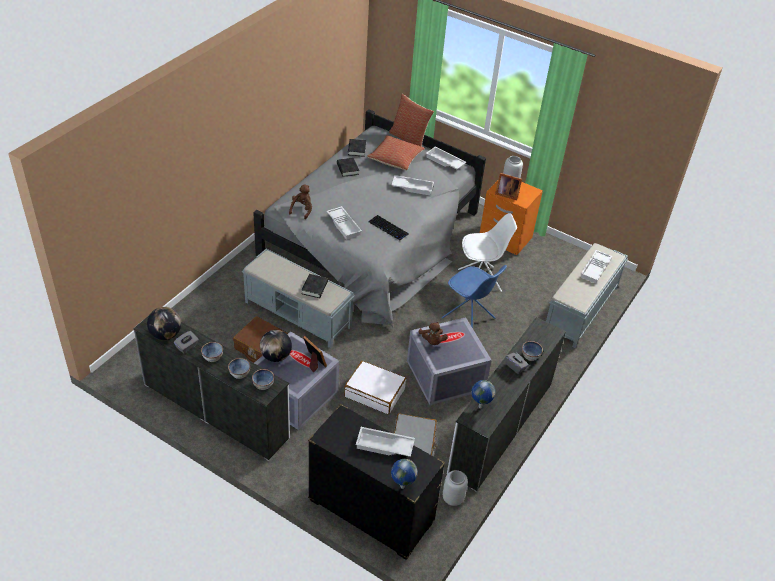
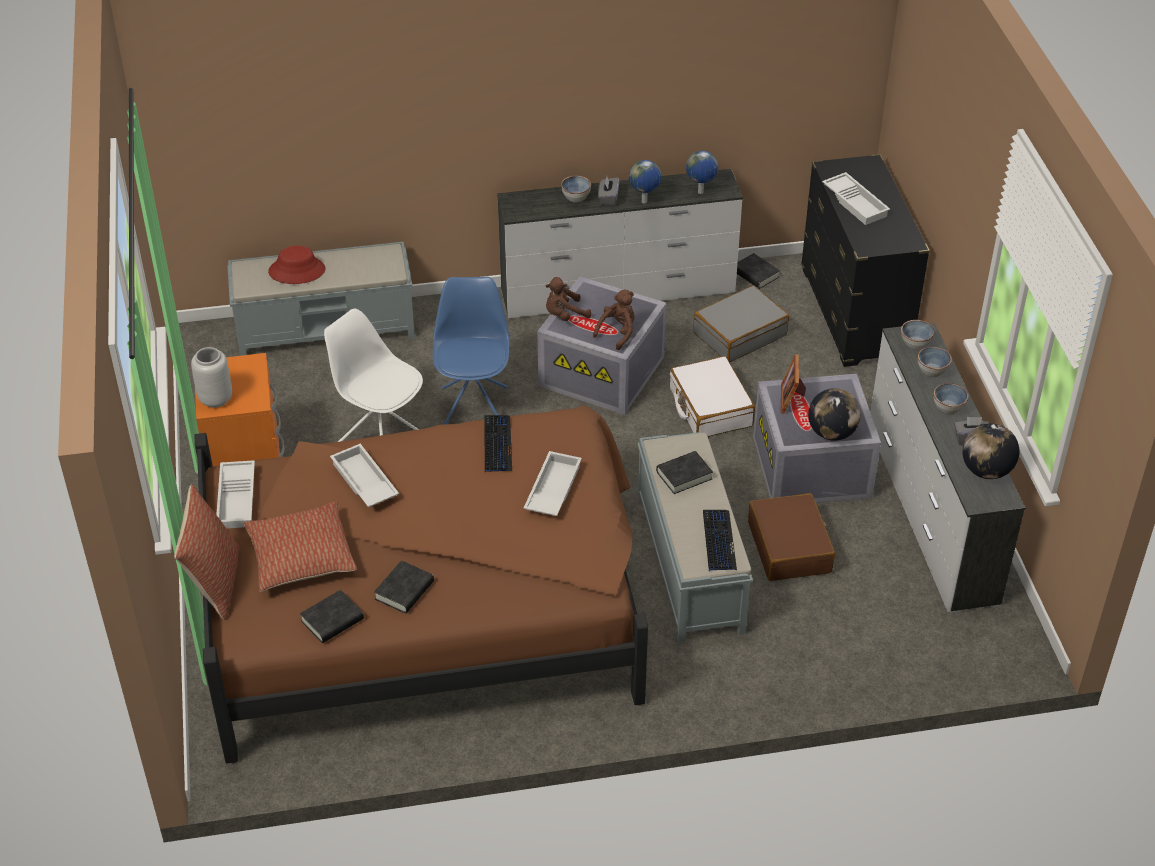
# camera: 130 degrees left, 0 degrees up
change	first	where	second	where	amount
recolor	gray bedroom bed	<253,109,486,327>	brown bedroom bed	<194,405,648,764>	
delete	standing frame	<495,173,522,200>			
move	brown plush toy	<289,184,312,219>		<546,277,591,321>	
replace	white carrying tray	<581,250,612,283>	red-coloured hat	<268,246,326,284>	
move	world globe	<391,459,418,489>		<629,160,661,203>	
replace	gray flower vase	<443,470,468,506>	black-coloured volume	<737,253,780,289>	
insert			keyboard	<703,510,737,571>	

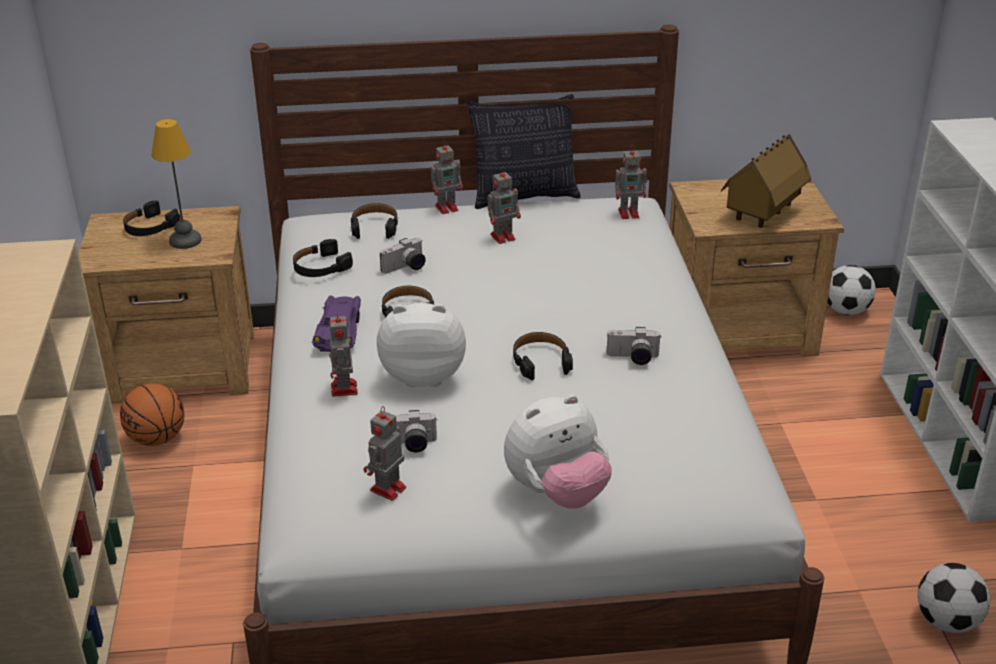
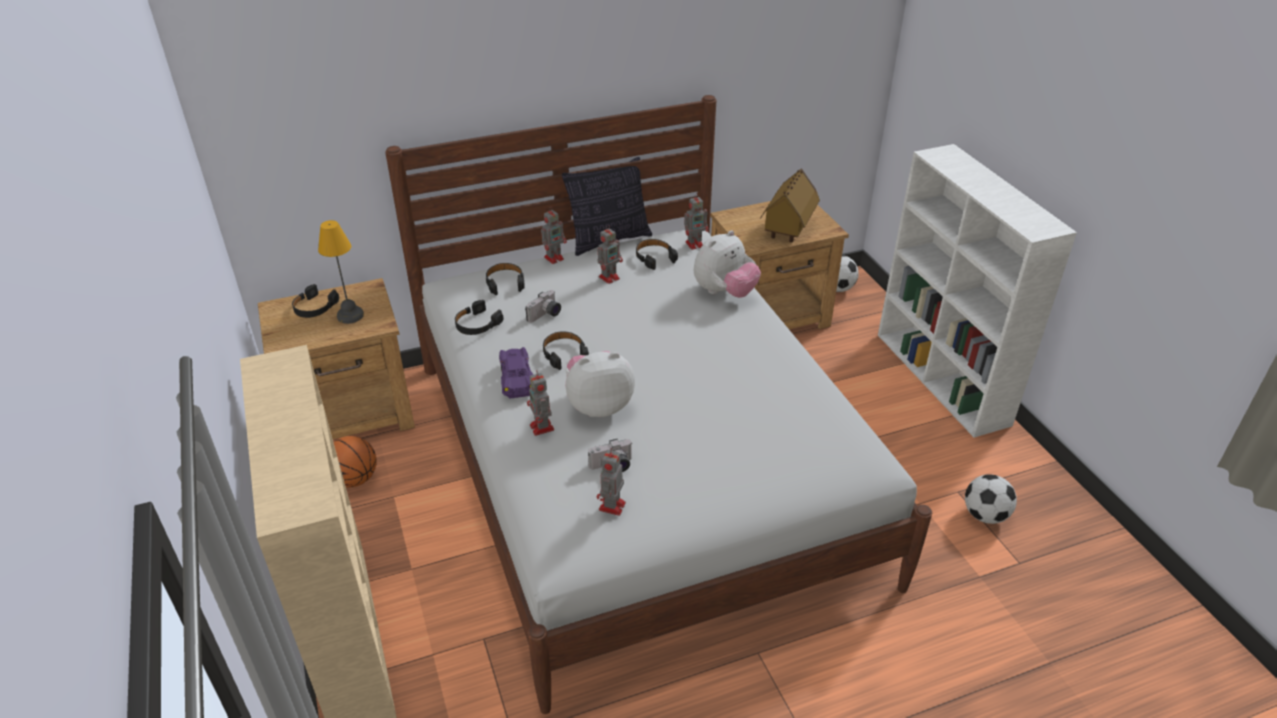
# camera: 15 degrees left, 5 degrees up
change	first	where	second	where	amount
delete	photo camera	<606,327,662,365>			
move	black-coloured headphones	<513,332,573,380>		<636,239,678,270>	
move	plush toy	<504,395,612,509>		<694,230,761,298>	

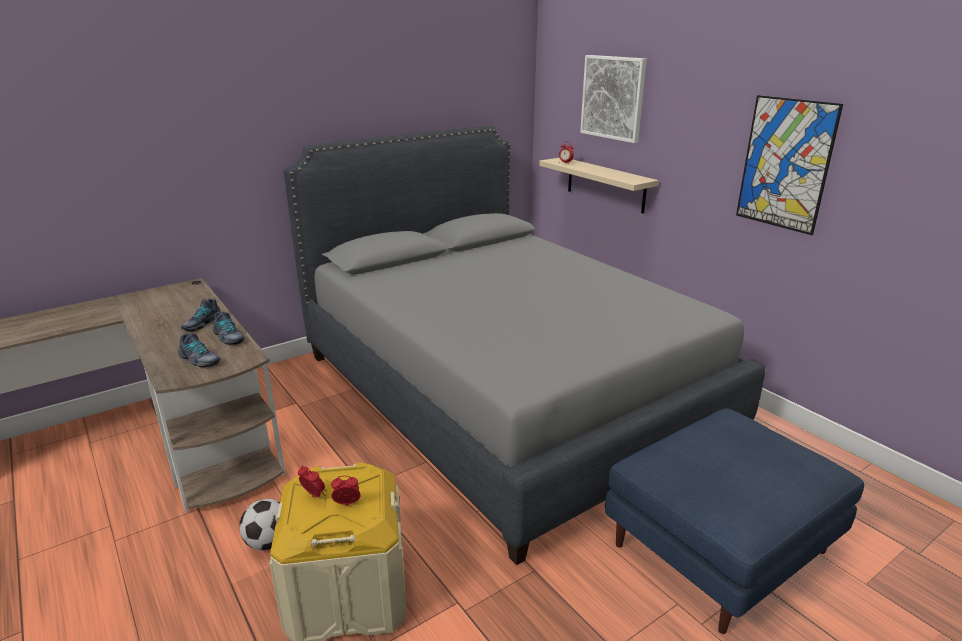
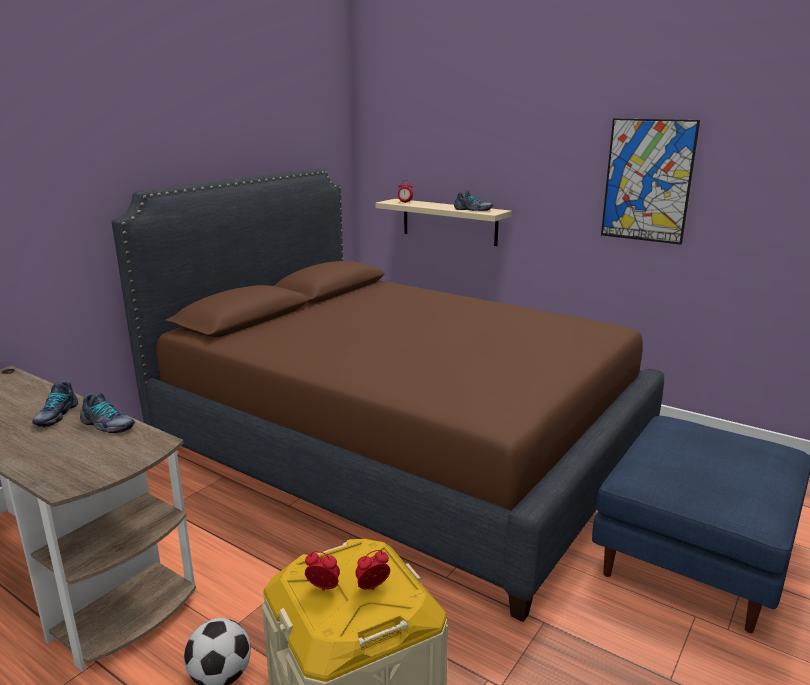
# camera: 20 degrees left, 5 degrees down
change	first	where	second	where	amount
delete	wall art	<580,55,647,143>			
recolor	gray bedroom bed	<284,126,765,565>	brown bedroom bed	<112,168,664,622>	
move	shoe	<178,333,221,368>		<454,190,493,211>	

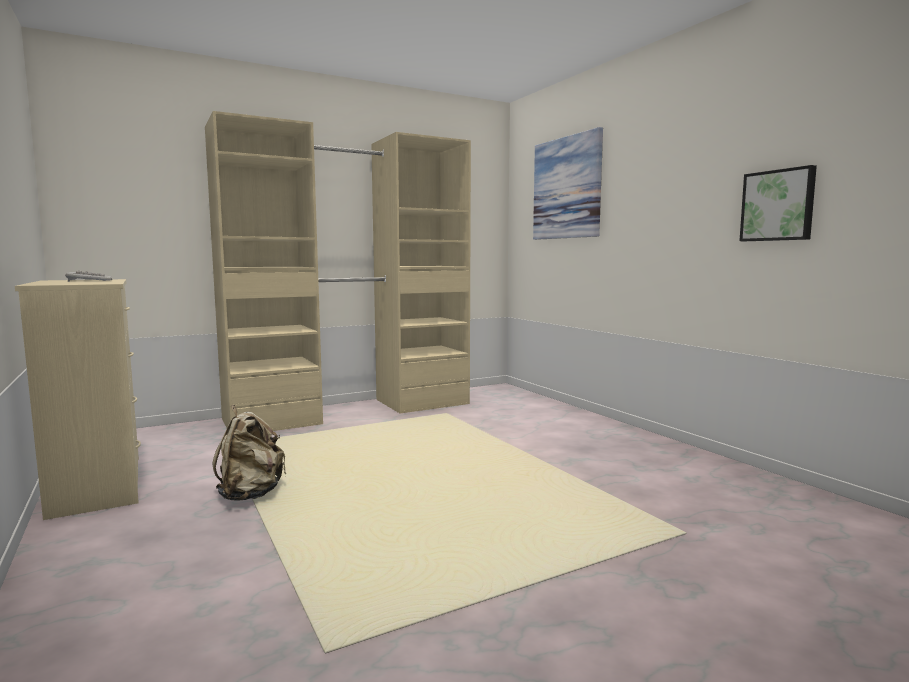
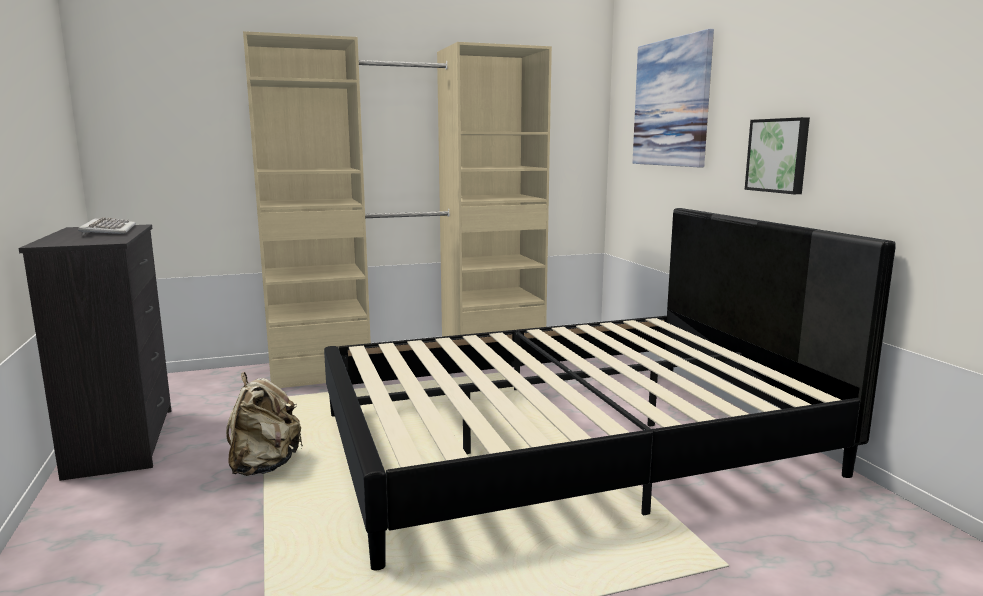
# camera: 10 degrees right, 5 degrees up
change	first	where	second	where	amount
move	wall art	<739,165,817,241>		<745,117,810,194>	
recolor	beige drawer chest	<15,279,141,520>	black-coloured drawer chest	<19,224,171,481>	
insert			black-coloured bedroom bed	<324,208,896,570>	

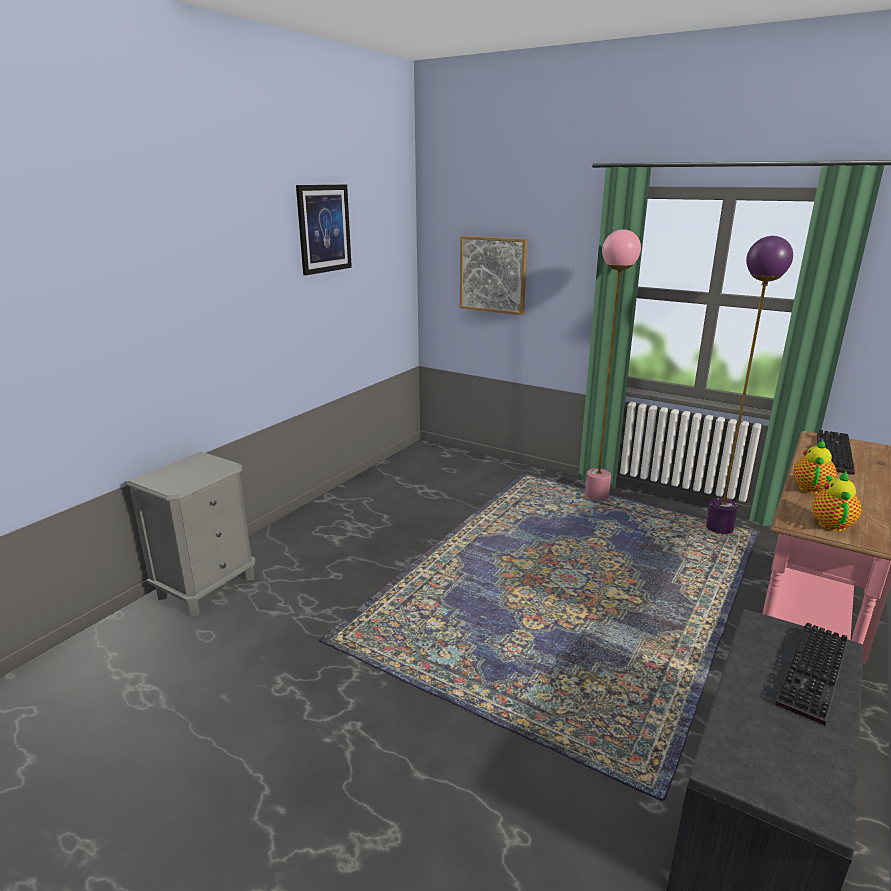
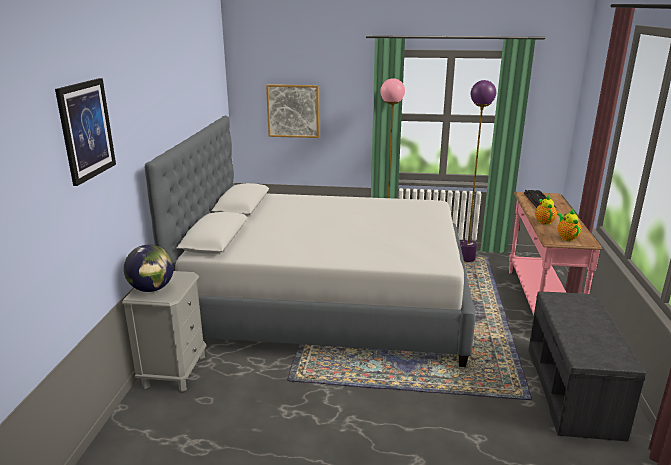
# camera: 25 degrees left, 0 degrees up
change	first	where	second	where	amount
move	wall art	<296,185,352,275>		<55,78,116,186>	
delete	keyboard	<775,623,848,725>			
insert			gray bedroom bed	<145,116,475,367>	
insert			world globe	<124,244,174,292>	

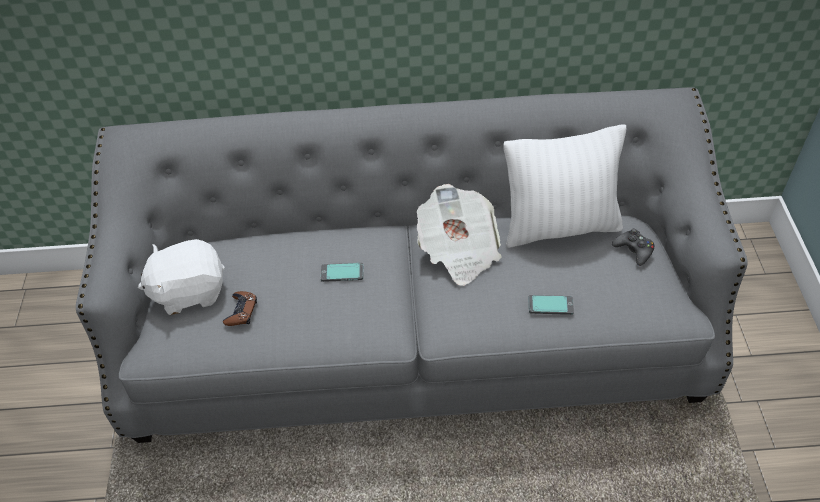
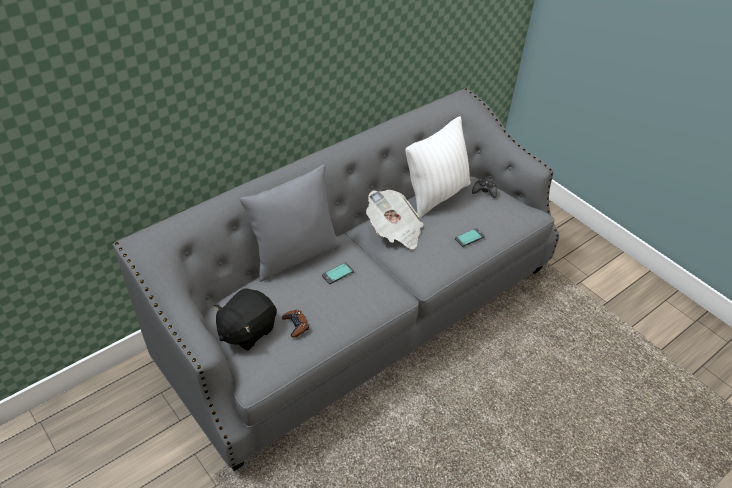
# camera: 40 degrees left, 5 degrees down
change	first	where	second	where	amount
recolor	white plush toy	<138,239,225,315>	black-coloured plush toy	<214,288,277,351>	
insert			gray cushion	<240,165,341,282>	

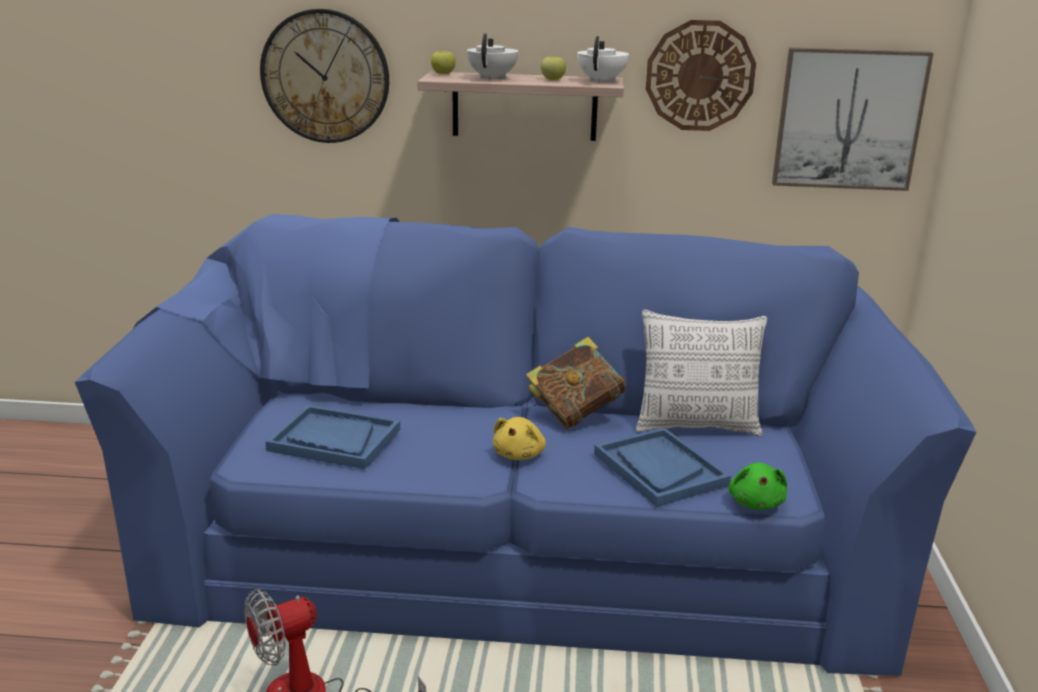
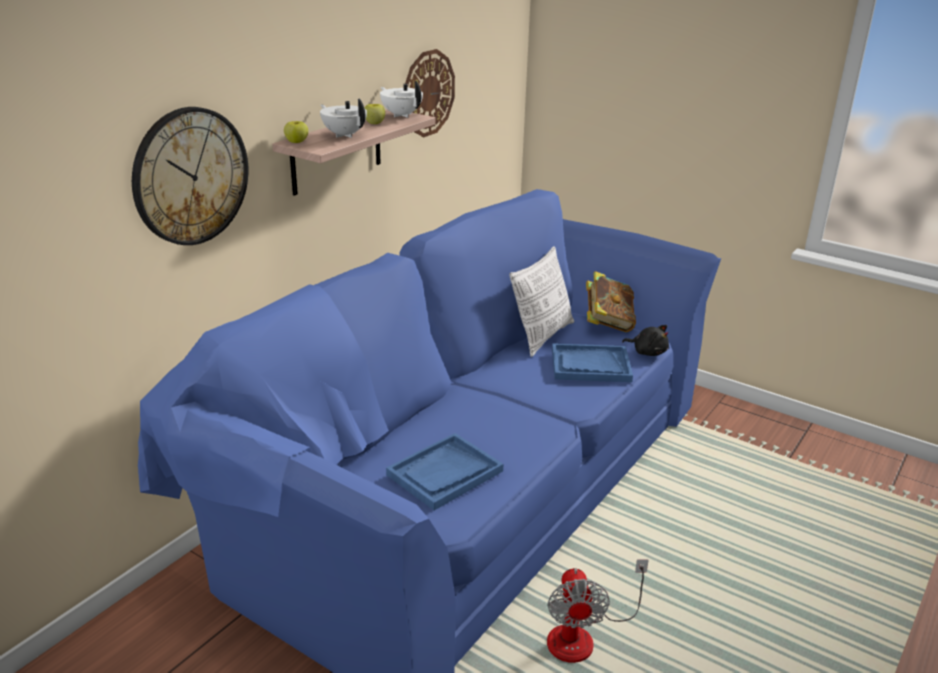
# camera: 60 degrees left, 5 degrees up
change	first	where	second	where	amount
delete	wall art	<772,47,934,191>			
move	volume	<526,337,627,429>		<586,271,636,332>	
delete	yellow-coloured plush toy	<493,417,546,460>			
recolor	green plush toy	<729,462,787,510>	black-coloured plush toy	<622,325,669,356>	

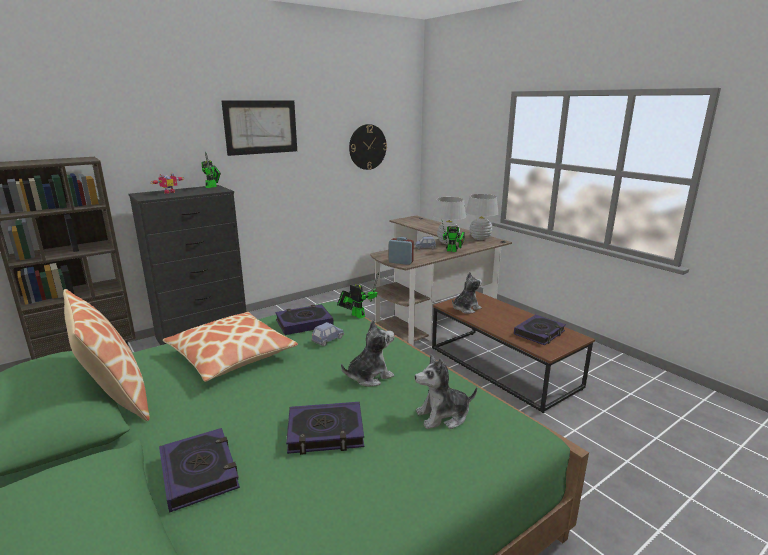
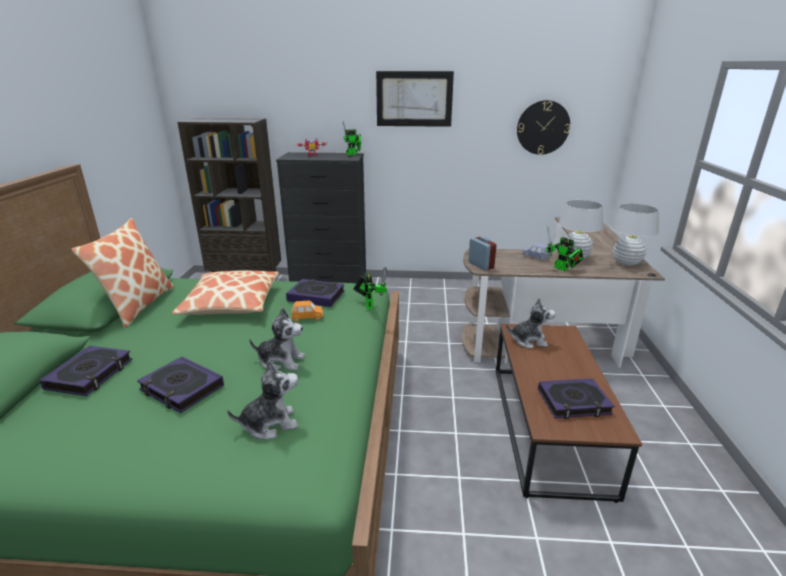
# camera: 40 degrees right, 5 degrees up
change	first	where	second	where	amount
recolor	bluish model car	<311,322,344,347>	orange model car	<291,301,323,322>	
rotate	plush toy	<415,355,477,429>		<227,360,299,439>	135 degrees clockwise

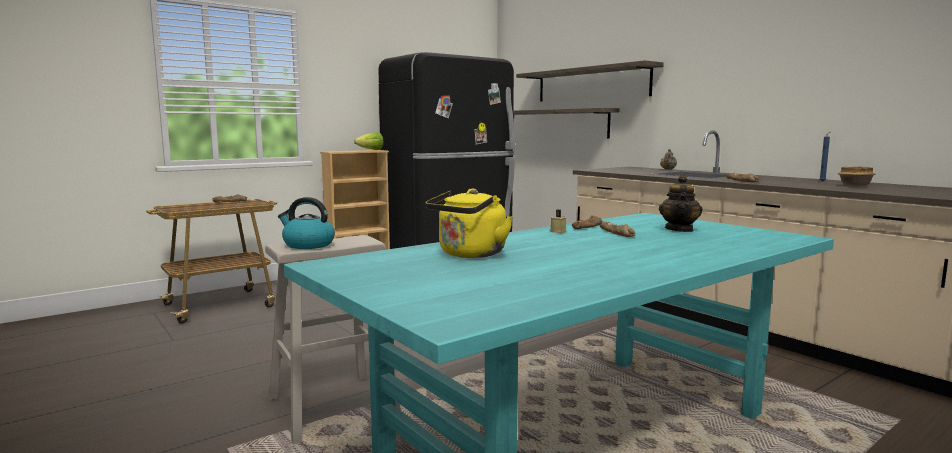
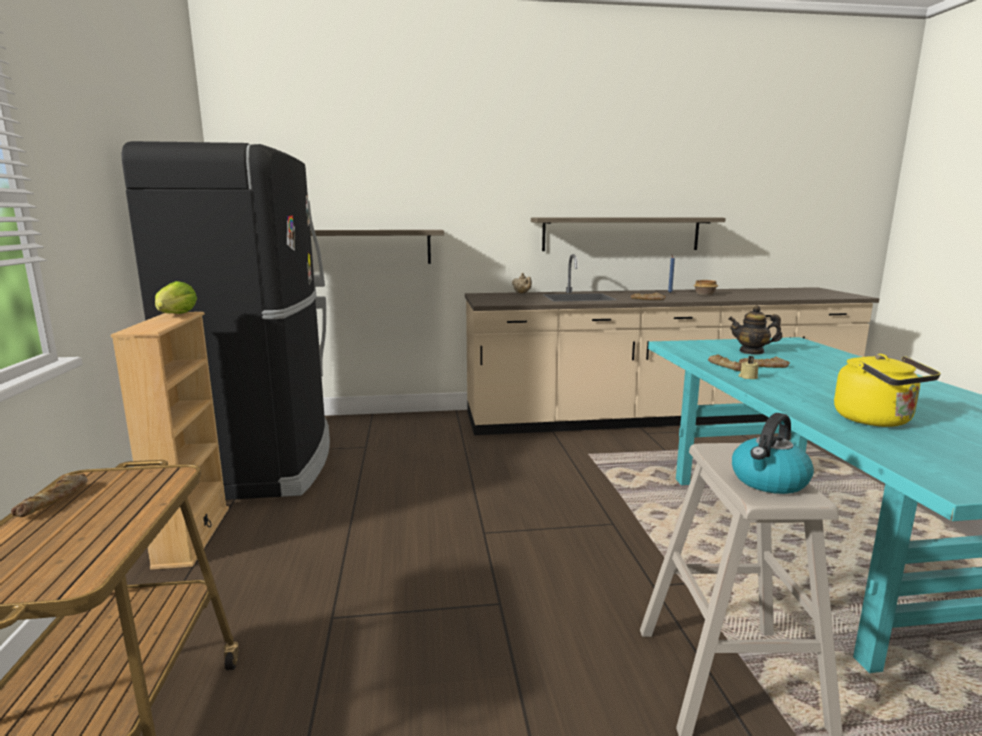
# camera: 60 degrees left, 5 degrees up
change	first	where	second	where	amount
move	bracket shelf	<516,60,664,102>		<531,218,726,251>	
rotate	teapot	<659,175,703,232>		<729,306,782,355>	150 degrees clockwise

